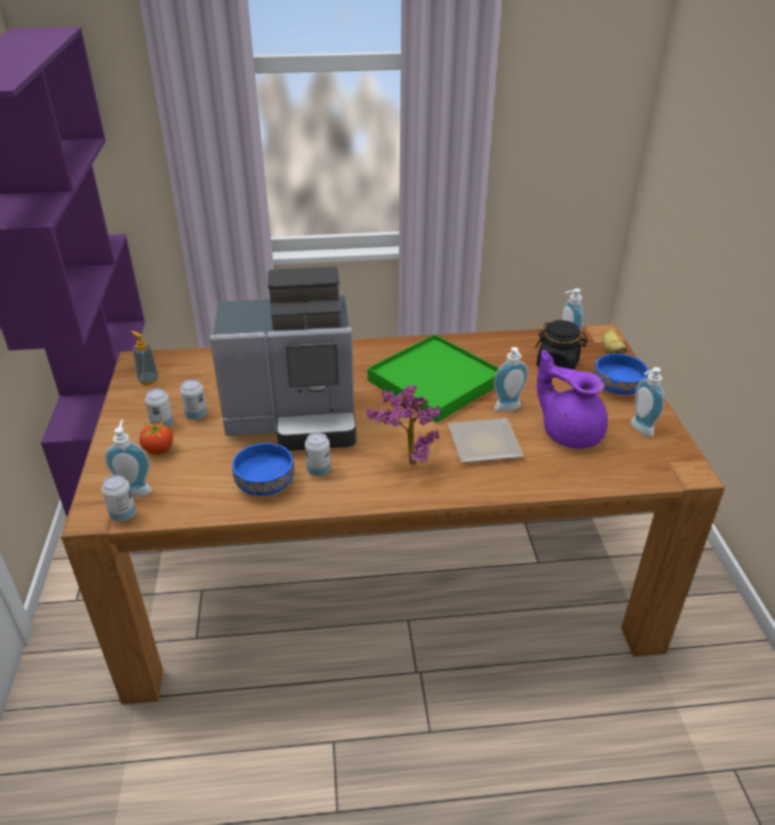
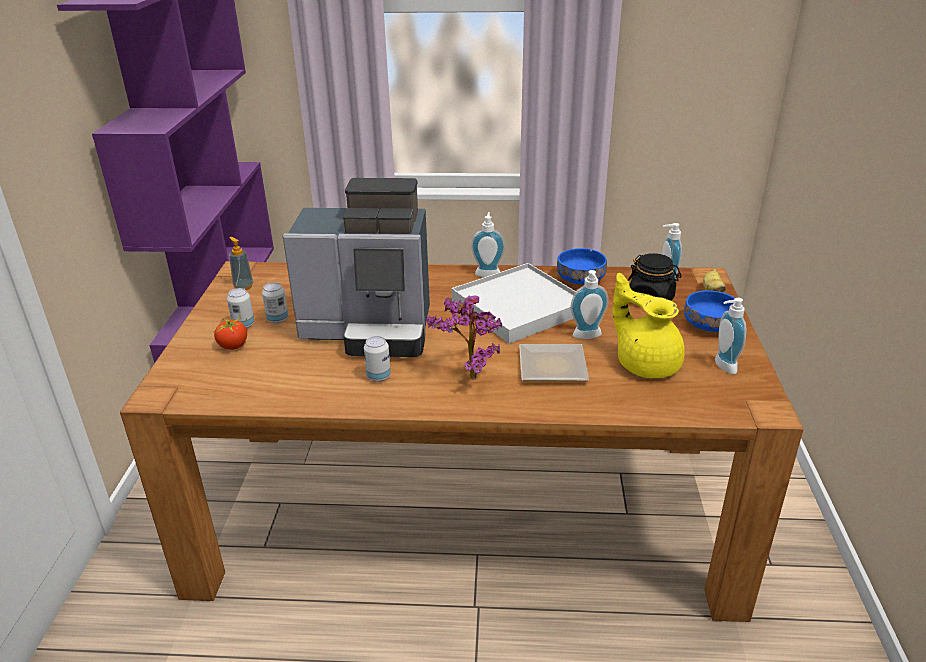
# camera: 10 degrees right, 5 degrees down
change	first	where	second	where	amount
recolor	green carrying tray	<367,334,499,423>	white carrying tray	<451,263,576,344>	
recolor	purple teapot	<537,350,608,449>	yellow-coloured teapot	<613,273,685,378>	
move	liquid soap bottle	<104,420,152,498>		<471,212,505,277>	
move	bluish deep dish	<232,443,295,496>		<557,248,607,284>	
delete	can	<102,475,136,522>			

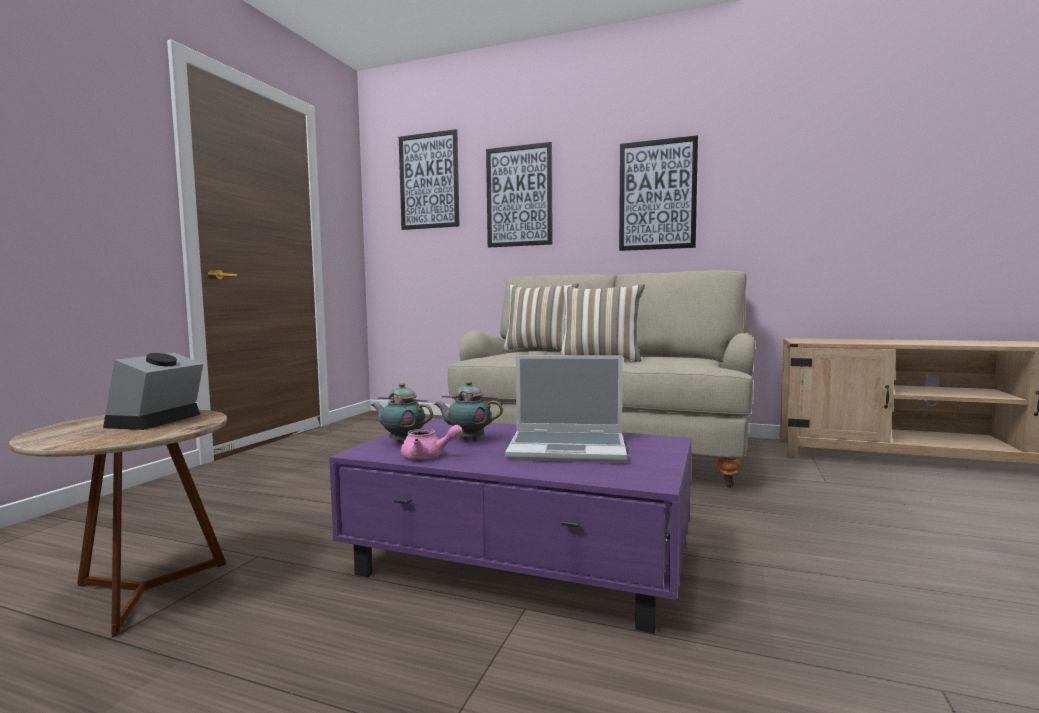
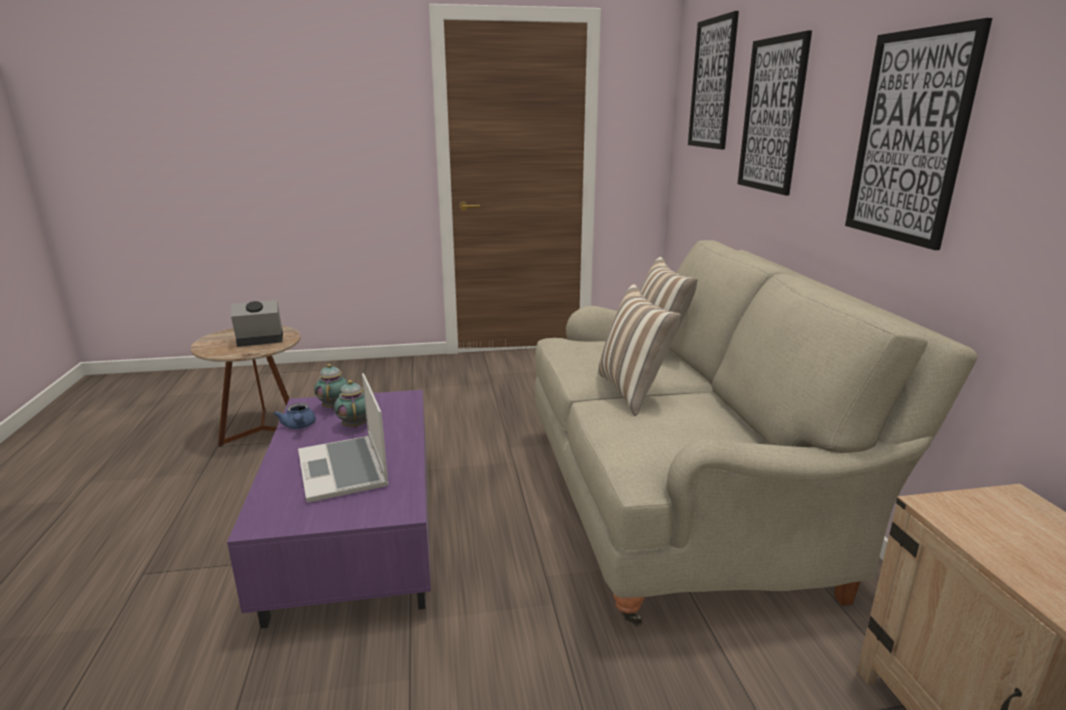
# camera: 60 degrees right, 15 degrees up
change	first	where	second	where	amount
recolor	pinkish teapot	<401,425,463,460>	bluish teapot	<274,403,316,429>	

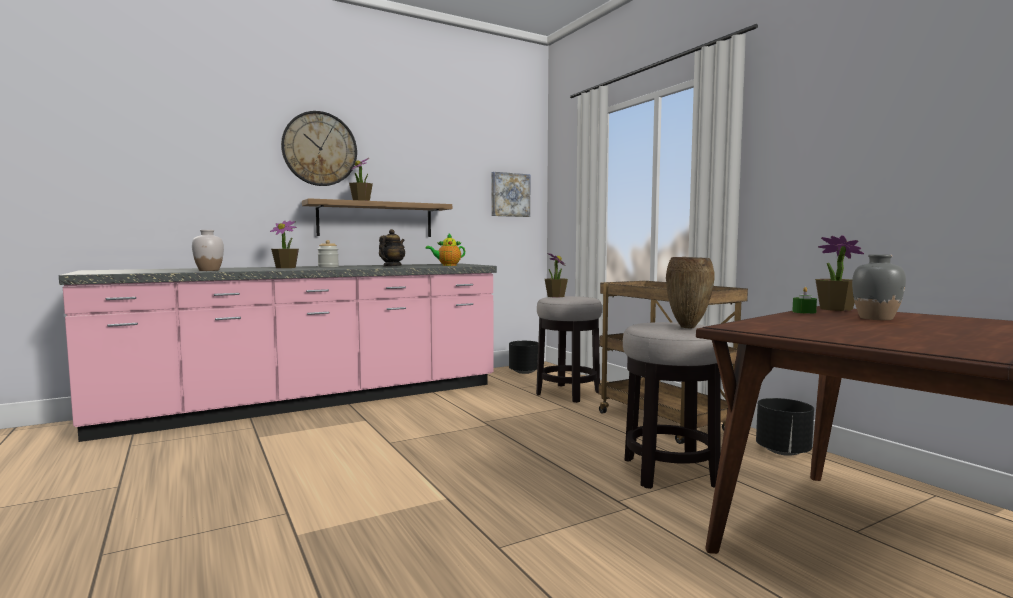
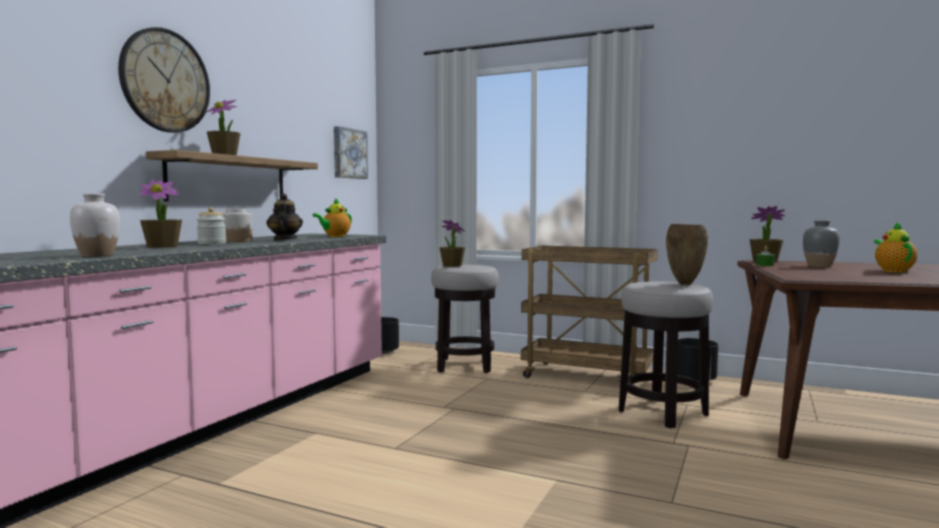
# camera: 35 degrees left, 0 degrees up
change	first	where	second	where	amount
insert			preserve jar	<222,209,253,242>	
insert			teapot	<874,222,917,273>	

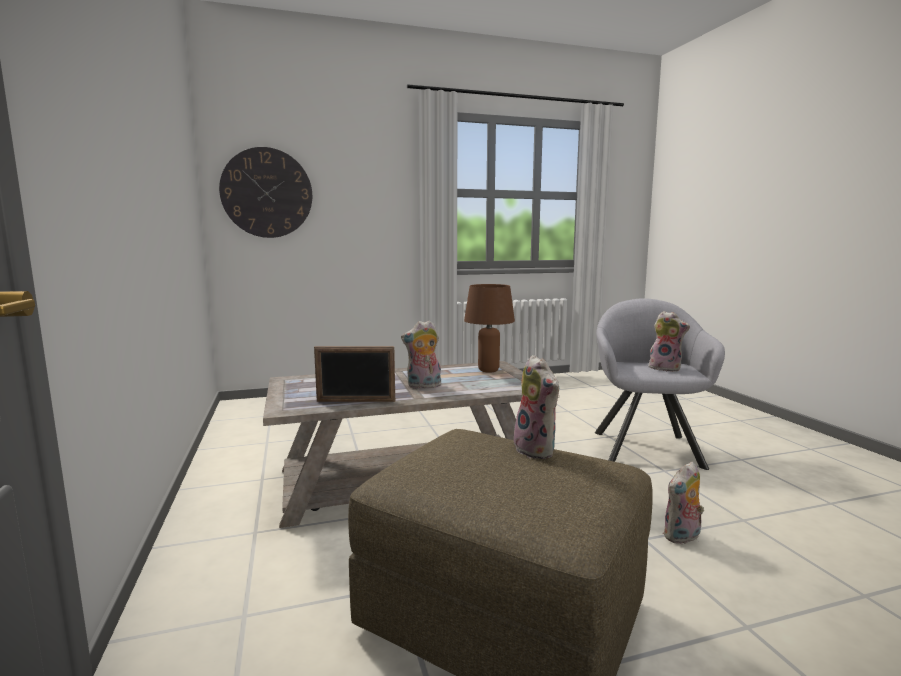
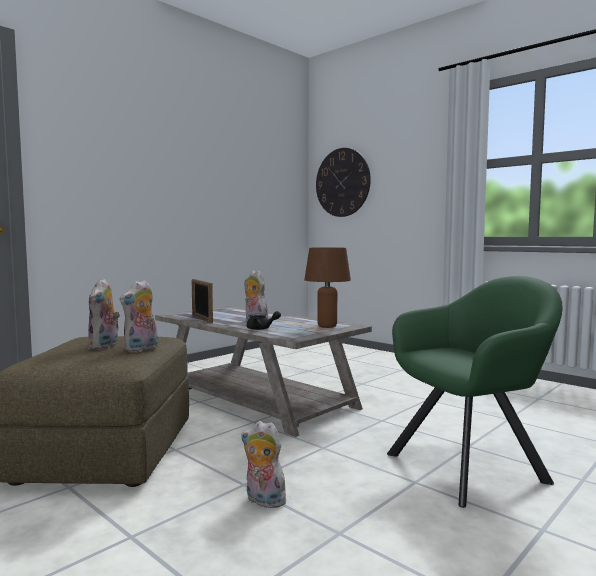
# camera: 60 degrees right, 5 degrees down
change	first	where	second	where	amount
recolor	gray easy chair	<595,298,725,470>	green easy chair	<387,276,562,508>	
move	plush toy	<649,311,690,372>		<88,278,120,350>	
insert			black-coloured teapot	<247,311,281,330>	

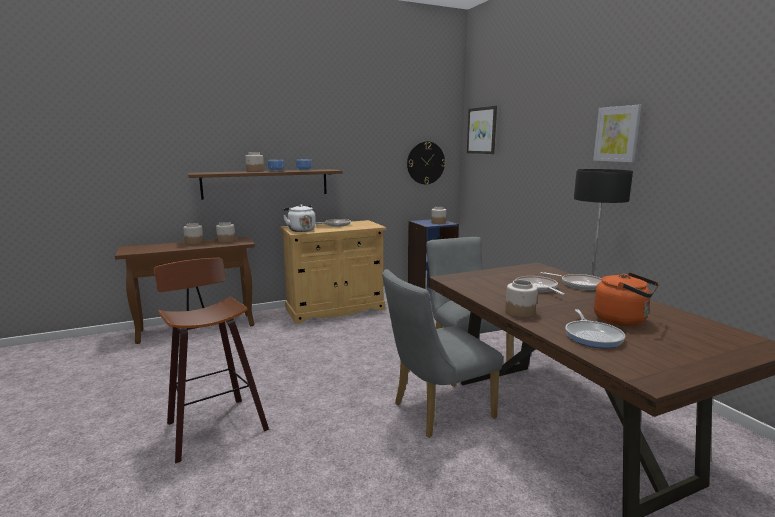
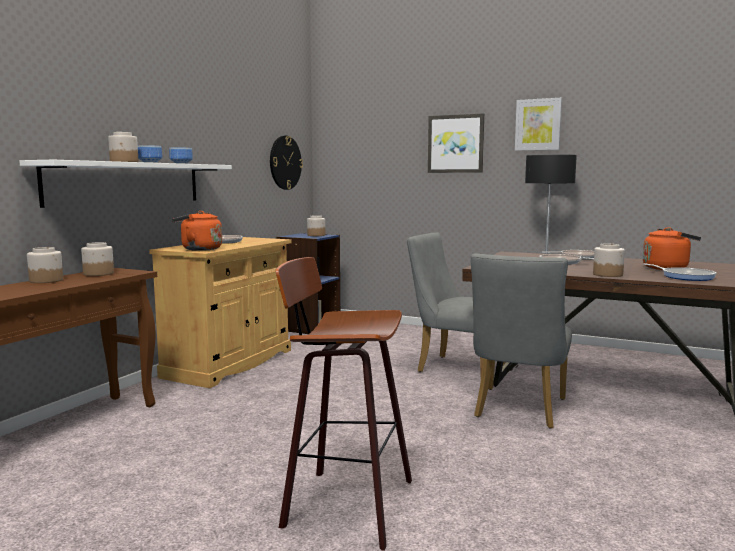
# camera: 40 degrees left, 5 degrees down
change	first	where	second	where	amount
move	wall art	<467,106,497,154>		<428,113,484,173>	
recolor	brown bracket shelf	<188,169,342,200>	white bracket shelf	<19,160,232,208>	
recolor	white water kettle	<283,204,315,232>	orange water kettle	<172,211,222,251>	

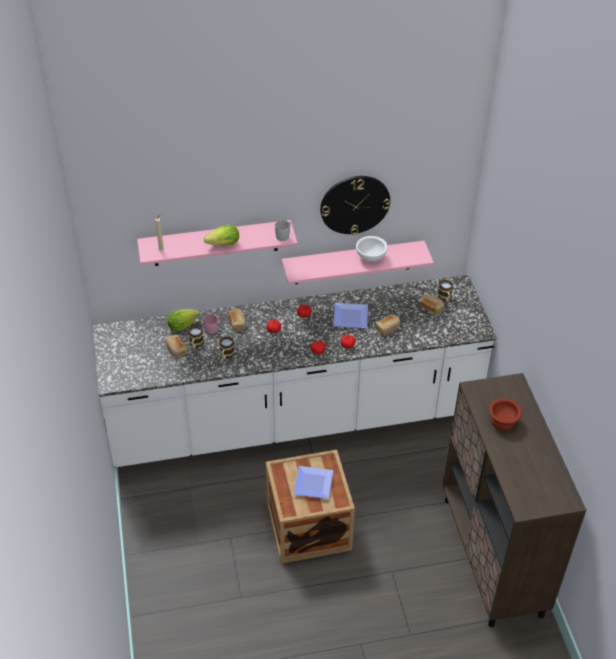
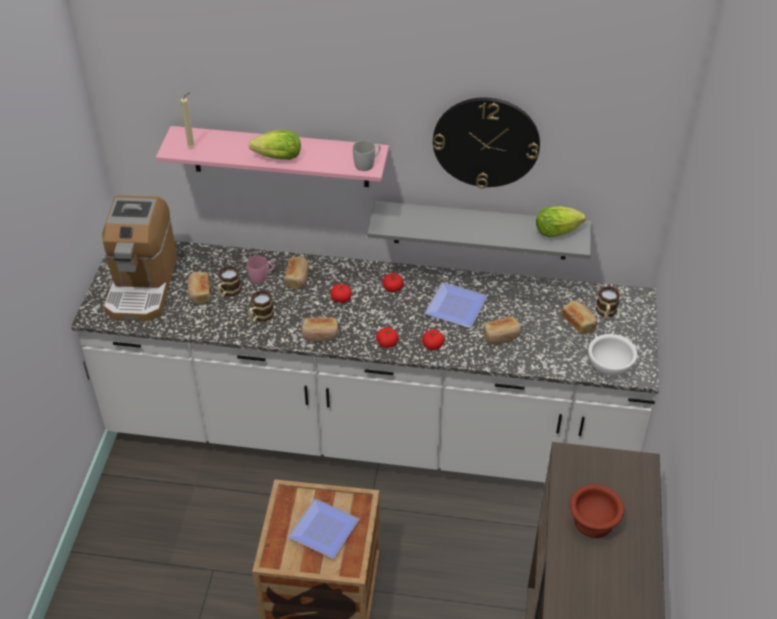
# camera: 20 degrees right, 0 degrees up
change	first	where	second	where	amount
move	white deep dish	<356,236,388,262>		<588,334,637,375>	
recolor	pinkish bracket shelf	<282,241,434,284>	gray bracket shelf	<367,201,592,259>	
move	lettuce head	<168,309,199,331>		<536,206,586,237>	
insert			coffee maker	<102,195,177,322>	
insert			bakery bread	<301,317,338,342>	

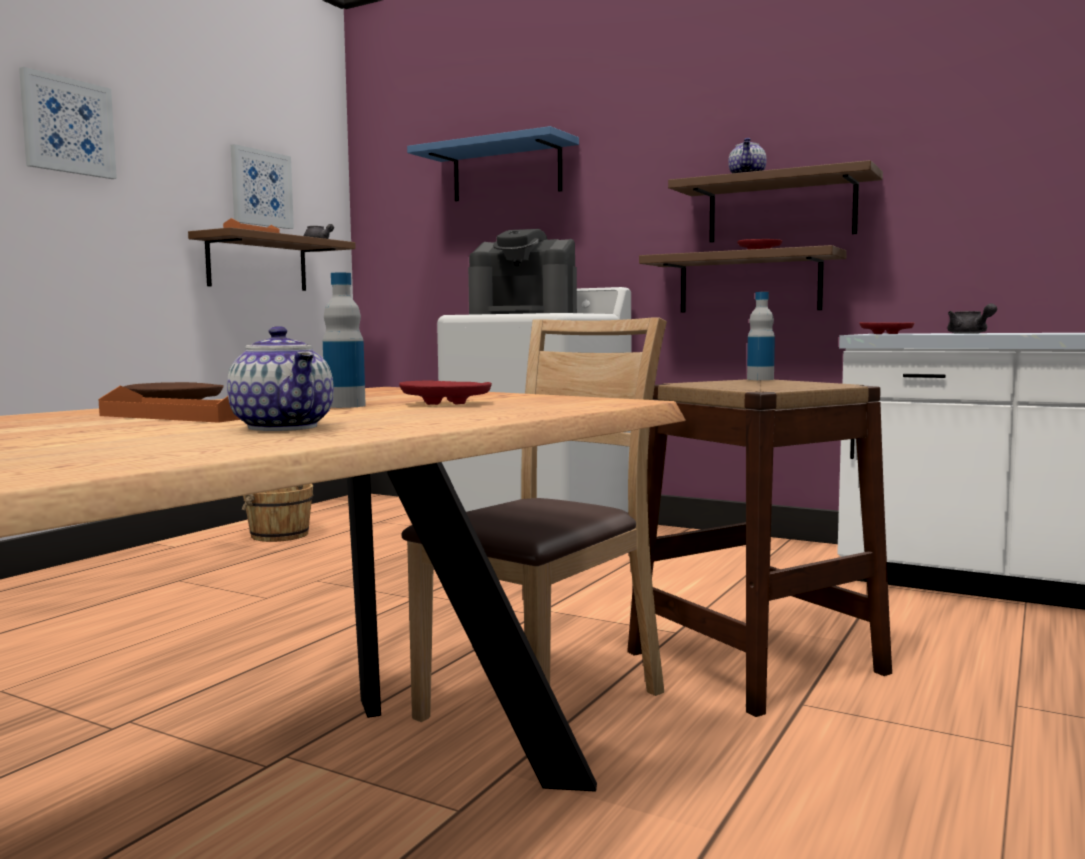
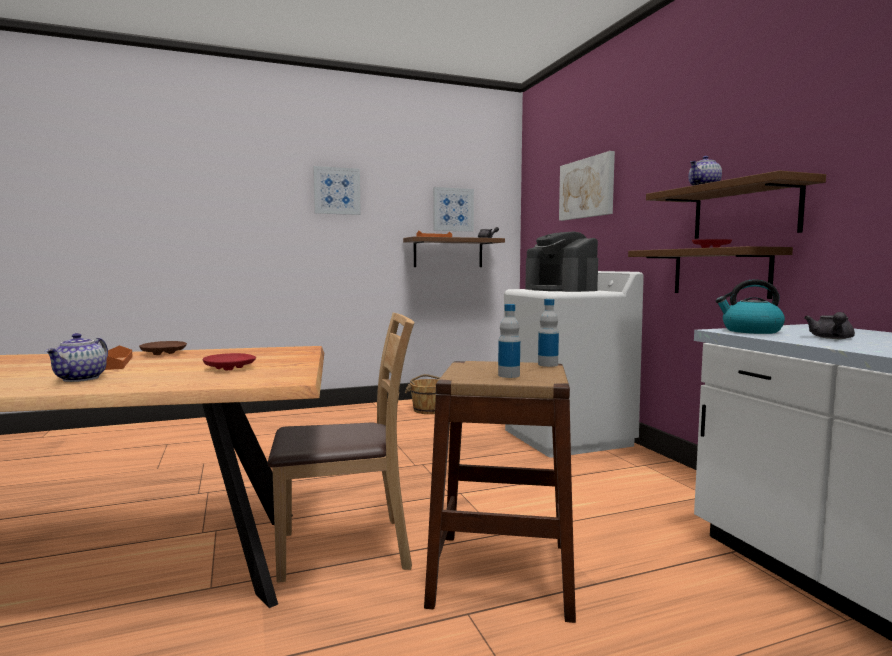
# camera: 40 degrees right, 0 degrees up
change	first	where	second	where	amount
replace	bluish bracket shelf	<407,126,579,201>	wall art	<559,151,615,221>	
move	bottle	<323,273,366,408>		<498,304,520,378>	
replace	red-coloured dinner plate	<860,322,914,334>	water kettle	<715,279,785,334>	

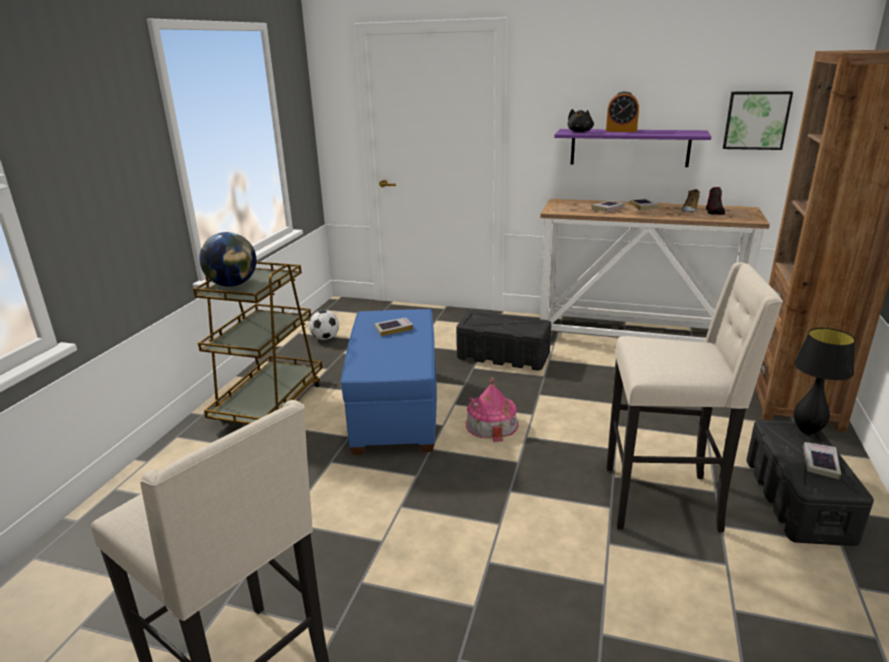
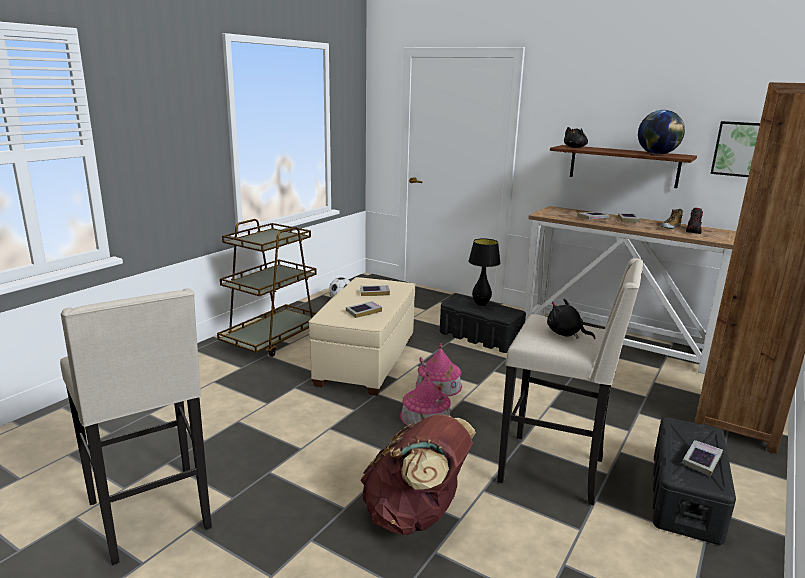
# camera: 15 degrees right, 5 degrees down
change	first	where	second	where	amount
delete	alarm clock	<606,91,639,132>			
recolor	purple bracket shelf	<554,129,711,167>	brown bracket shelf	<550,145,697,188>	
move	world globe	<199,232,257,287>		<638,110,685,155>	
recolor	bluish pouffe	<341,309,437,455>	beige pouffe	<309,277,416,396>	
move	black-coloured table lamp	<794,328,855,435>		<468,238,500,306>	
insert			black-coloured plush toy	<547,299,595,339>	
insert			volume	<346,301,382,318>	
insert			toy house	<400,371,452,426>	
insert			brown knapsack	<360,414,476,535>	

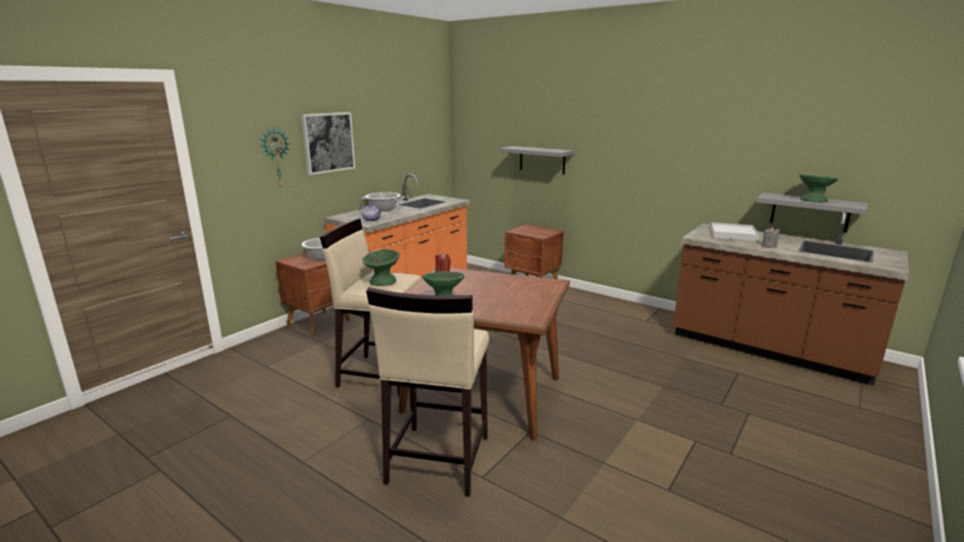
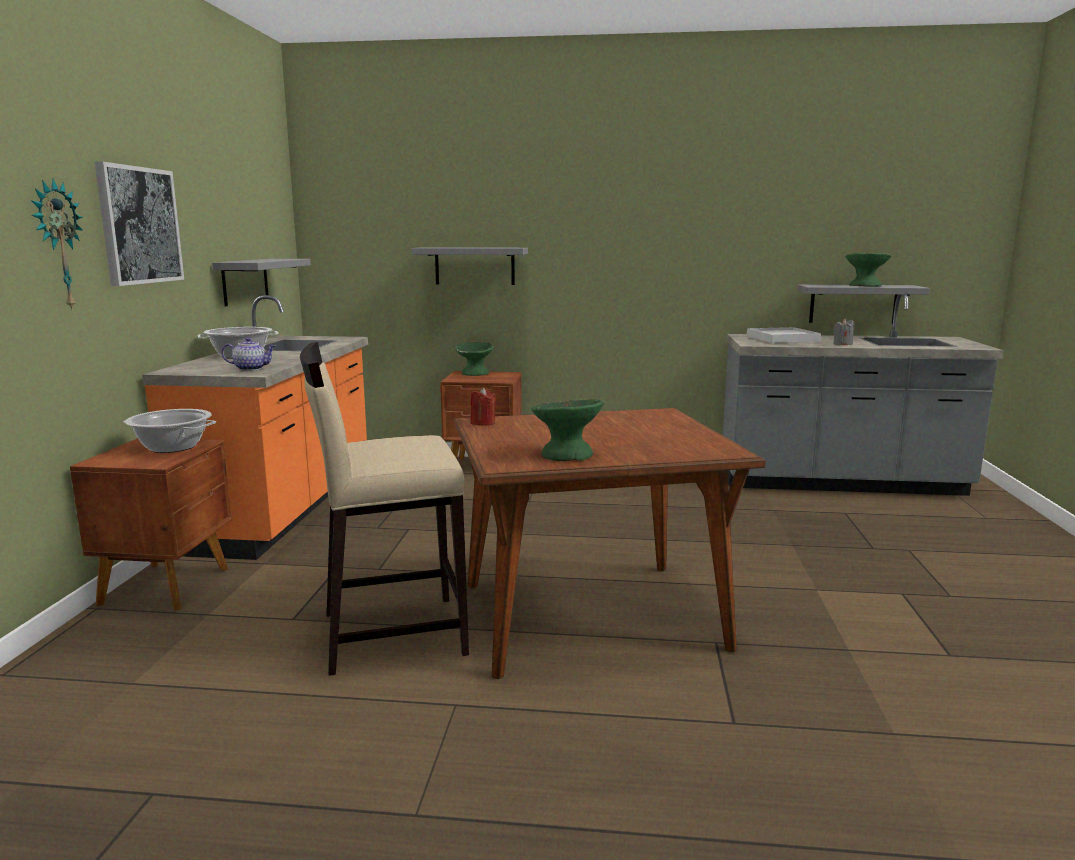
# camera: 30 degrees left, 5 degrees down
change	first	where	second	where	amount
recolor	brown kitchen counter	<673,212,909,386>	gray kitchen counter	<723,295,1004,496>	
move	green deep dish	<362,249,400,286>		<455,341,494,376>	
delete	beige sitting stool	<366,287,489,497>			
insert			gray bracket shelf	<212,259,311,306>	

